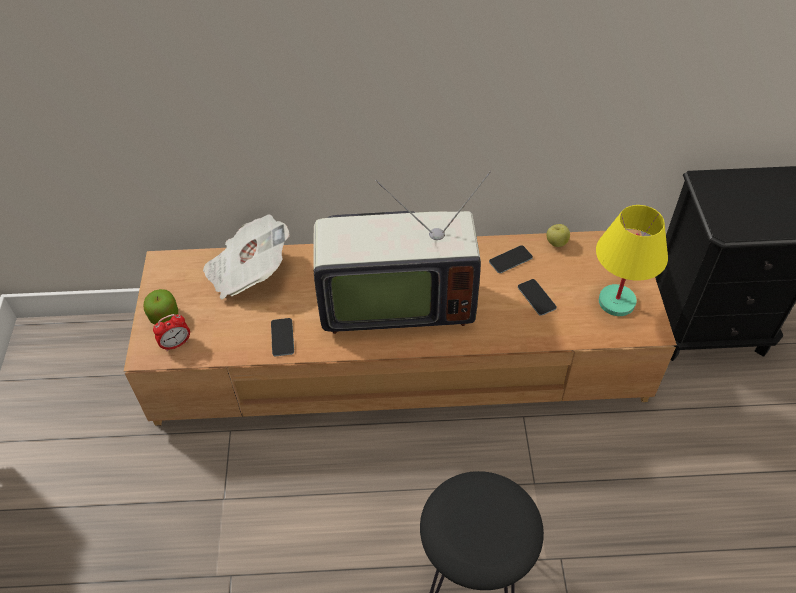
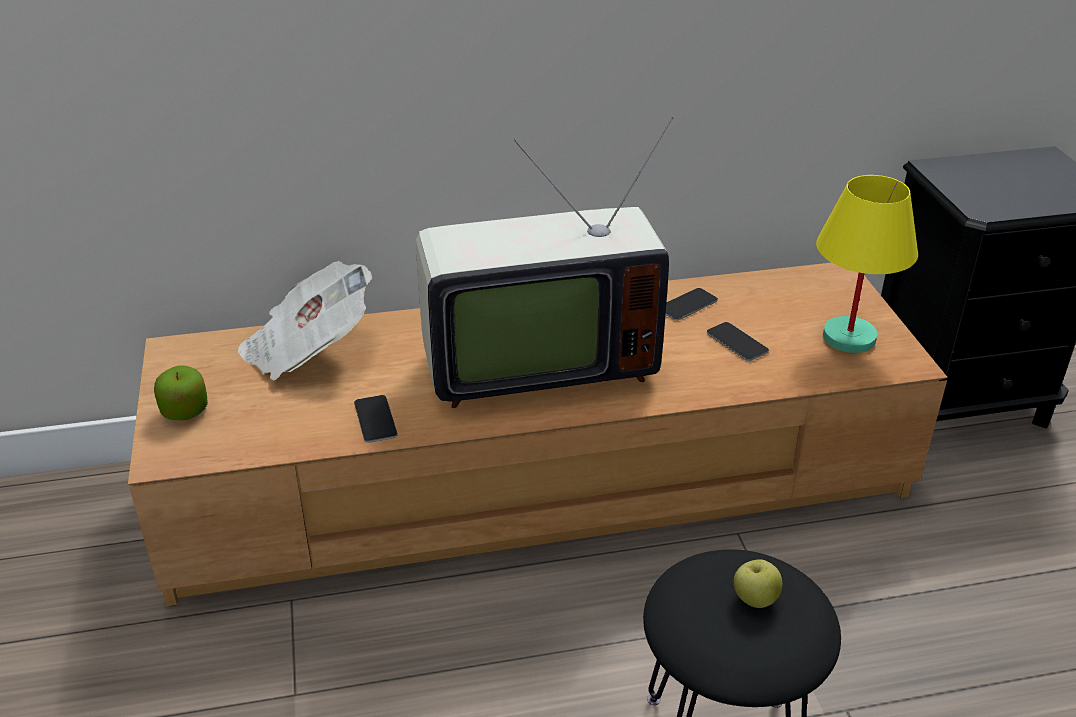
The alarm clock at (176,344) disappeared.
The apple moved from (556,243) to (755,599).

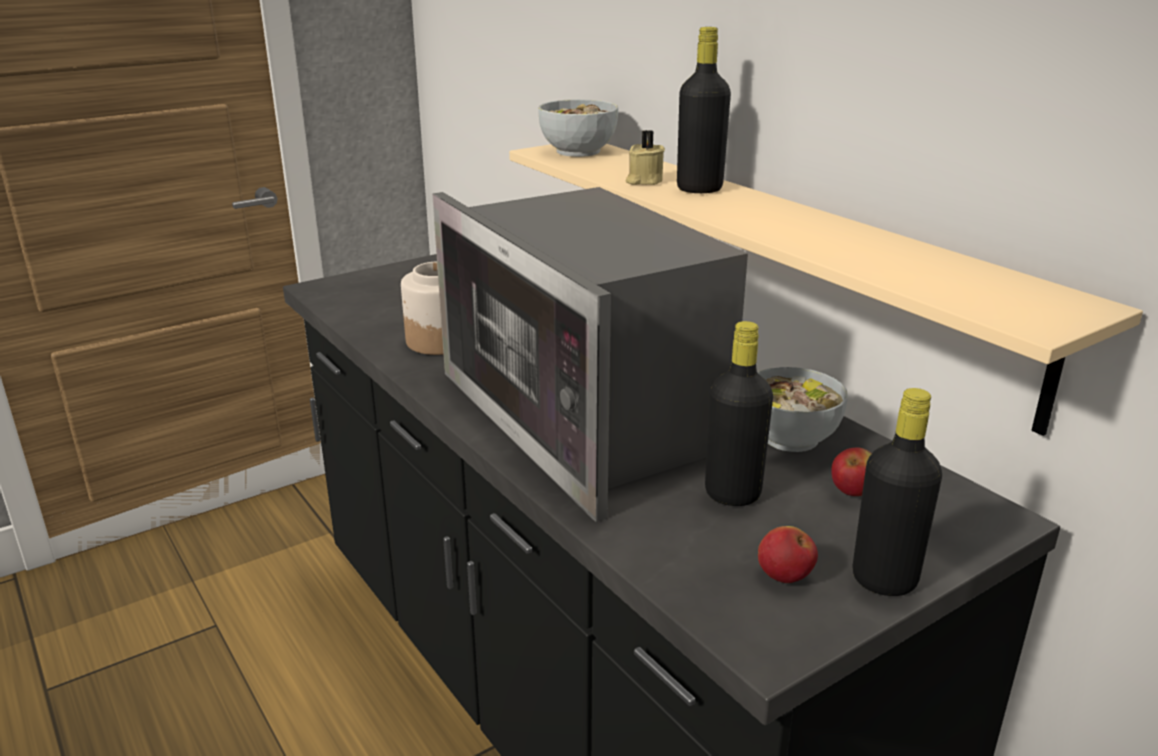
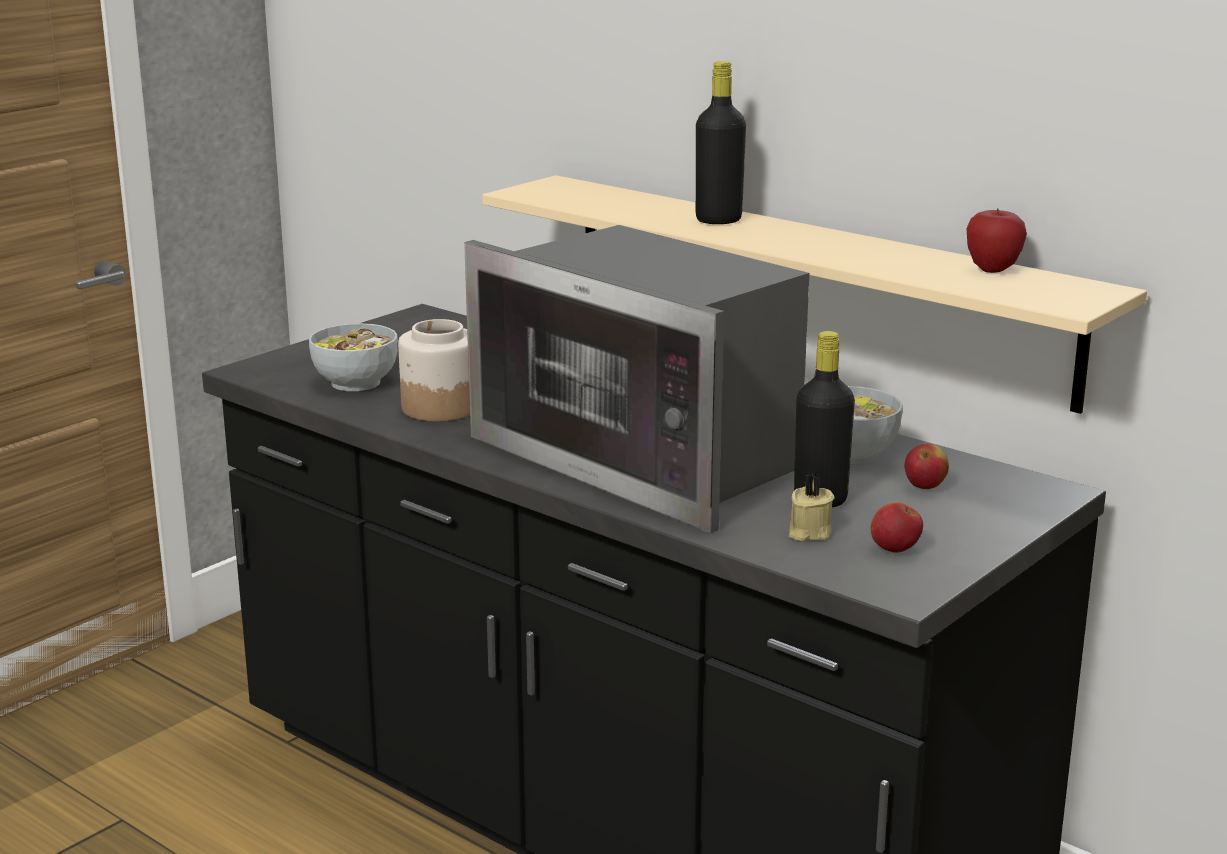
The serving bowl moved from (577,151) to (355,383).
The wax light/beige-coloured moved from (643,181) to (808,532).
The drink bottle/blackish at (884,580) disappeared.
The apple at (993,270) appeared.

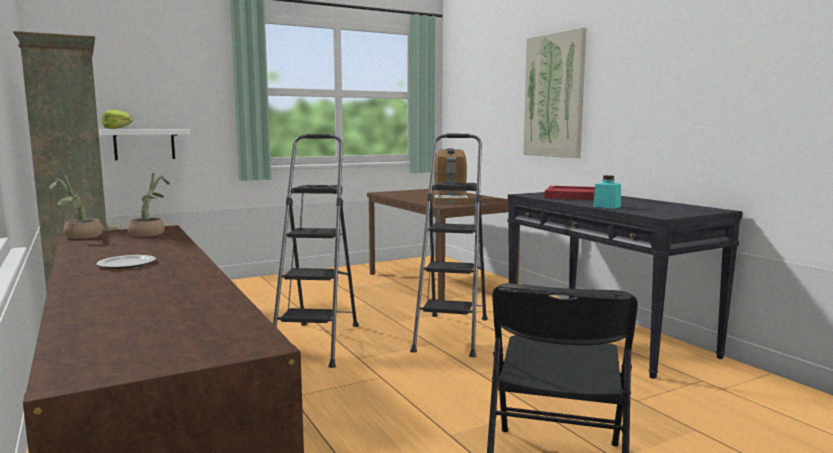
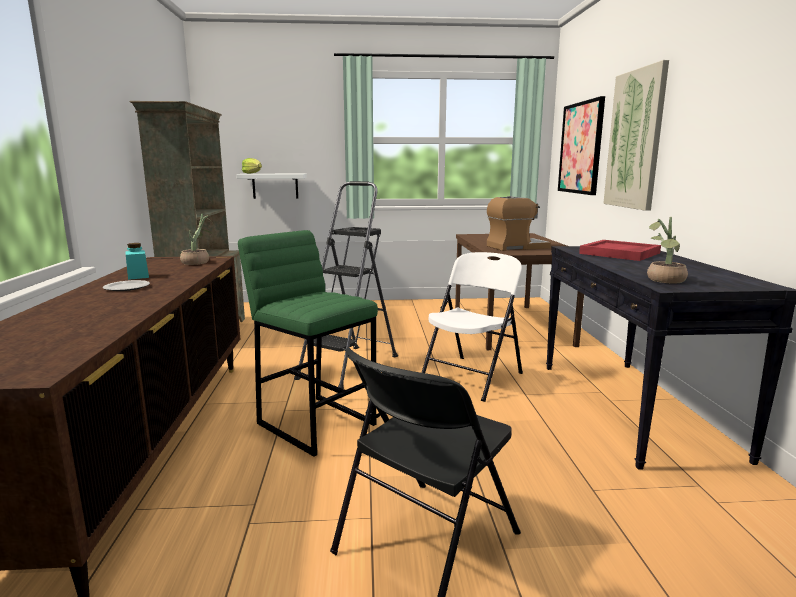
The plant in a pot moved from (79,237) to (664,280).
The step ladder at (452,333) was replaced by the chair/white at (472,377).
The coffee machine at (450,200) turned 135 degrees counterclockwise.
The jar/turquoise moved from (606,206) to (138,276).
The sitting stool/green at (314,423) appeared.
The picture at (581,148) appeared.

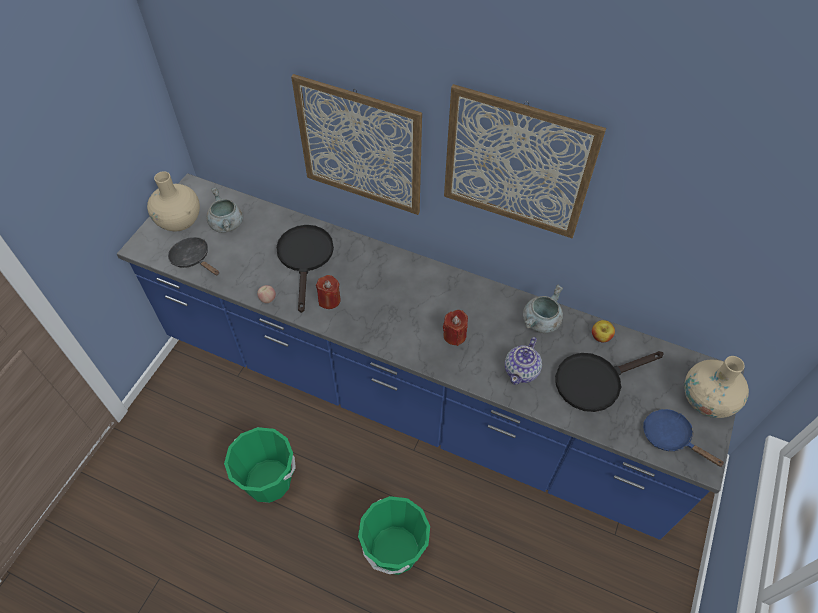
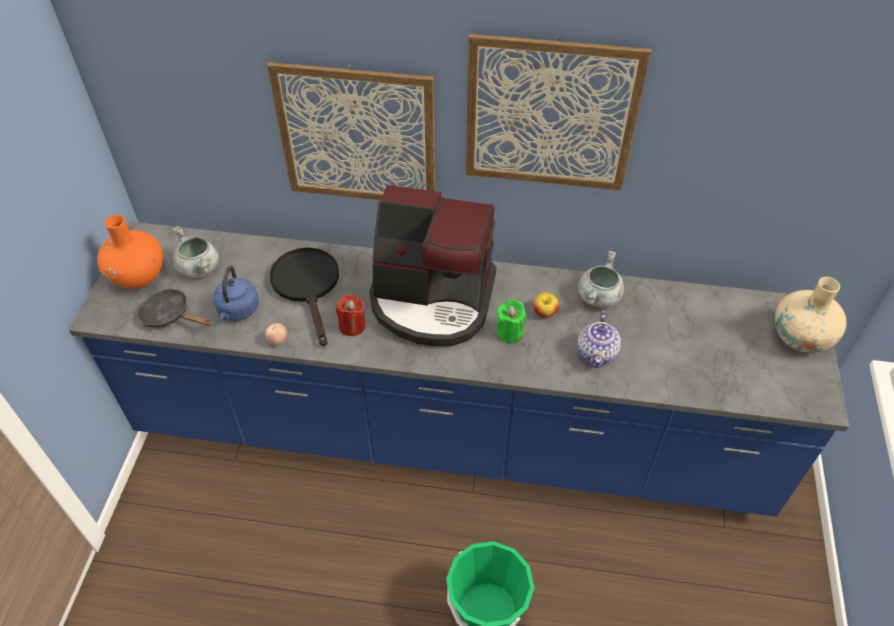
The vase/beige-coloured at (179,221) became the vase/orangey at (138,276).
The bucket/green at (268,480) disappeared.
The wax light/red-coloured at (454,335) became the wax light/green at (510,332).
The pan/blackish at (595,380) disappeared.
The apple moved from (600,336) to (544,312).
The pan/blue-coloured at (670,437) disappeared.
The kettle/blue-coloured at (238,310) appeared.
The coffee machine at (432,300) appeared.

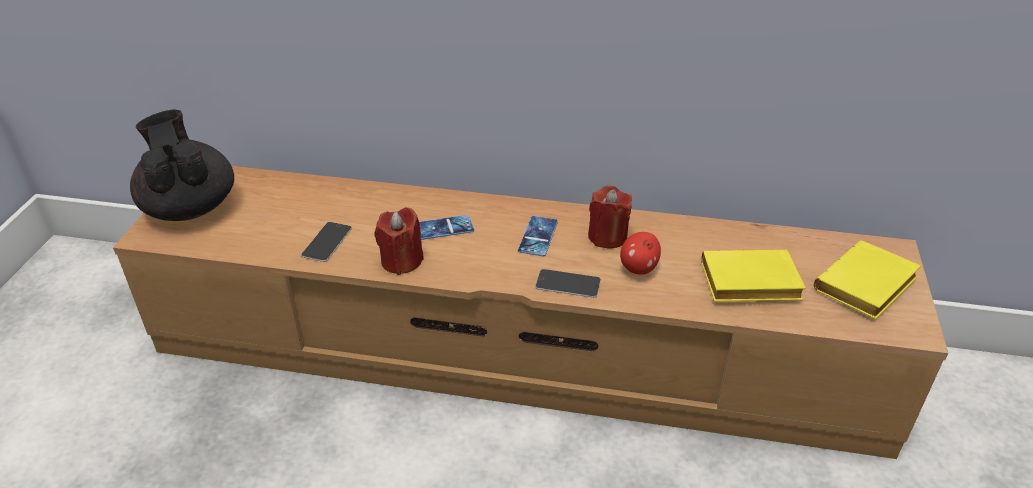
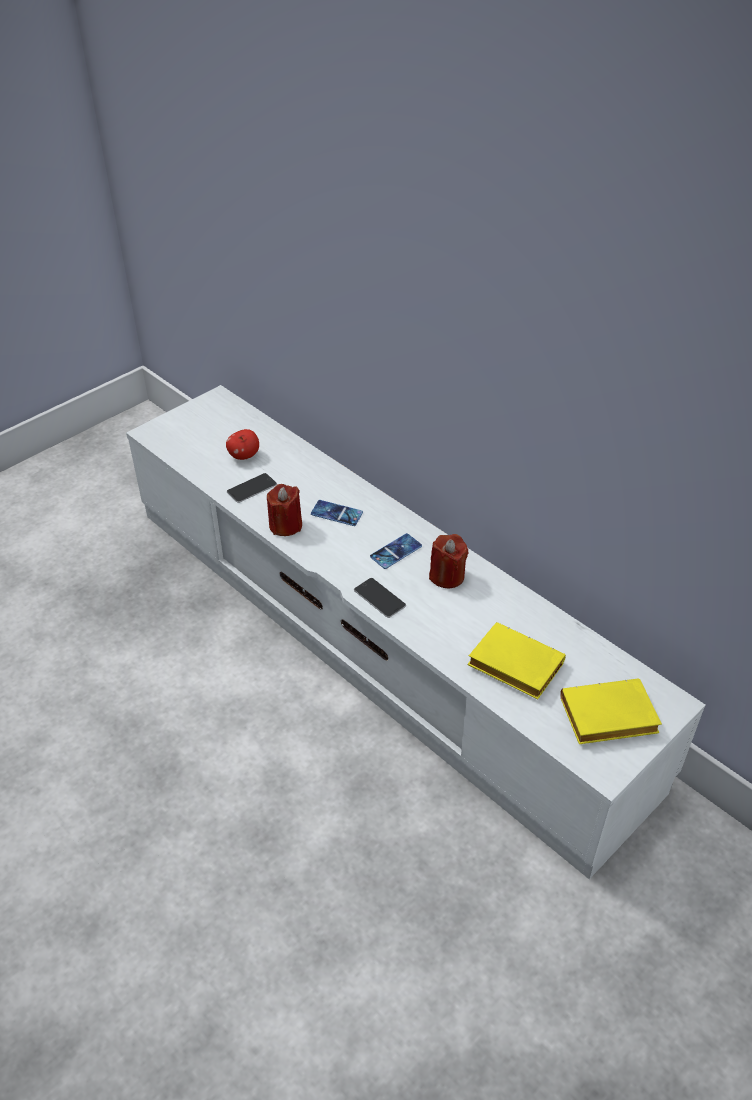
The media console/brown-coloured at (516,349) became the media console/white at (377,635).
The tea pot/blackish at (190,207) disappeared.
The apple moved from (638,268) to (244,456).

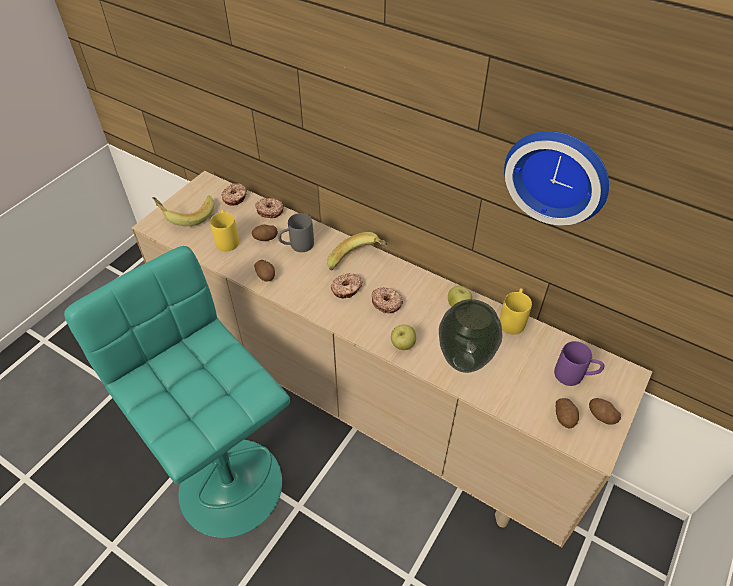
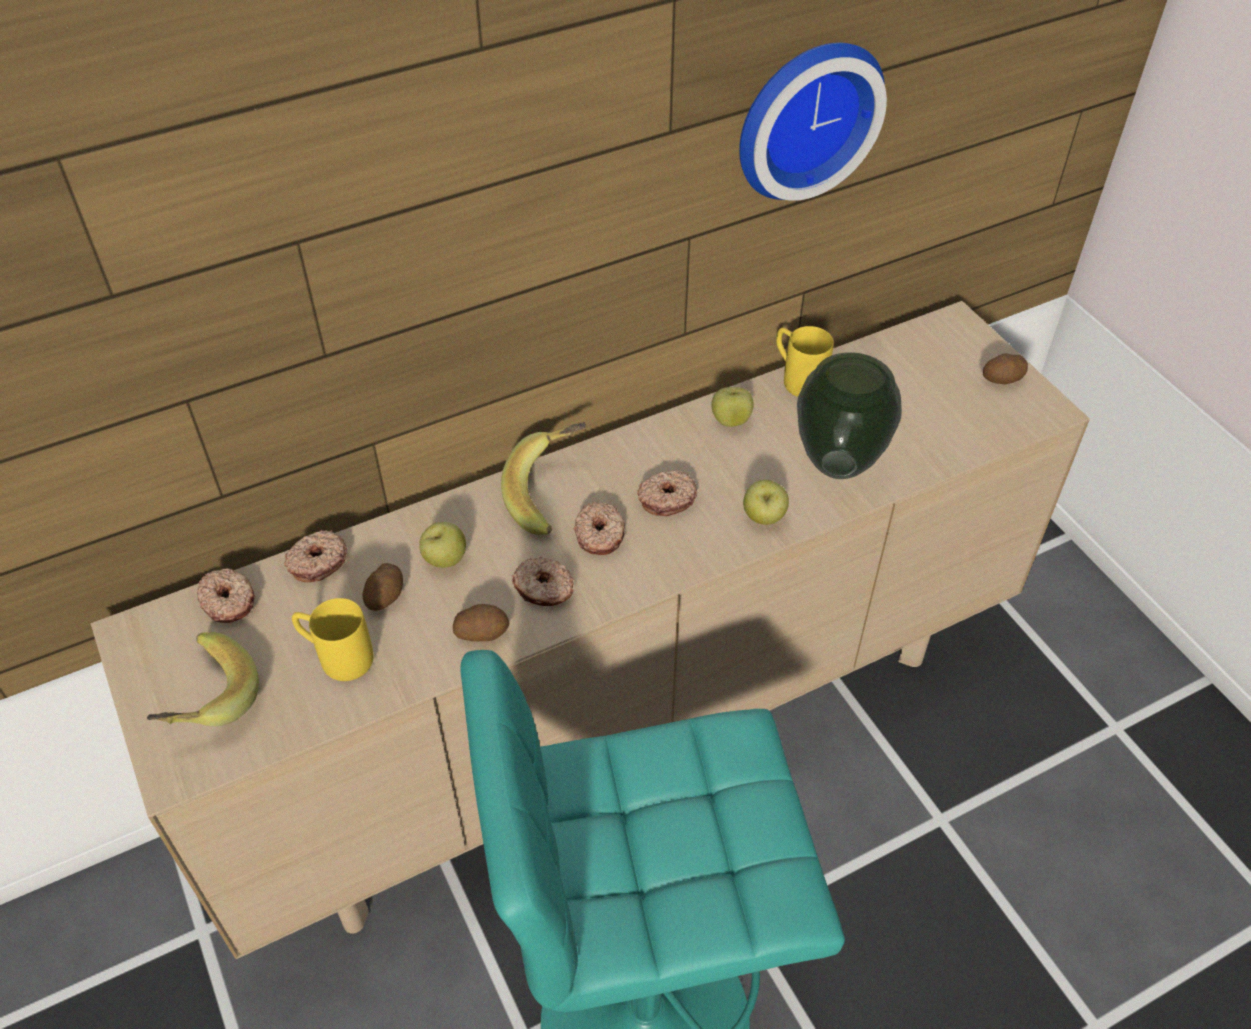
The tea mug/grey at (297,246) was replaced by the apple at (445,559).
The tea mug/purple-coloured at (575,376) disappeared.
The potato at (565,417) disappeared.
The donut at (543,589) appeared.

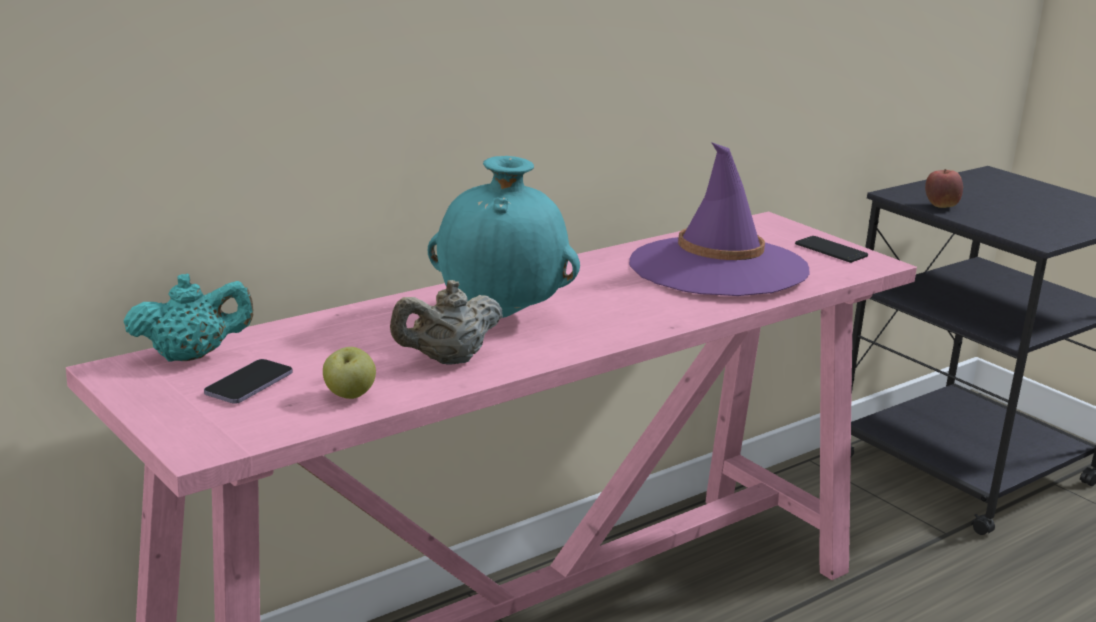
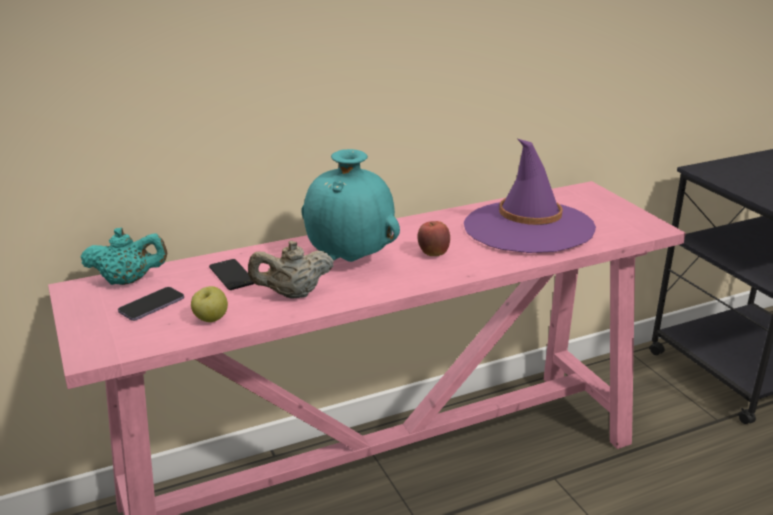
The phone moved from (831,250) to (232,275).
The apple moved from (940,206) to (433,254).

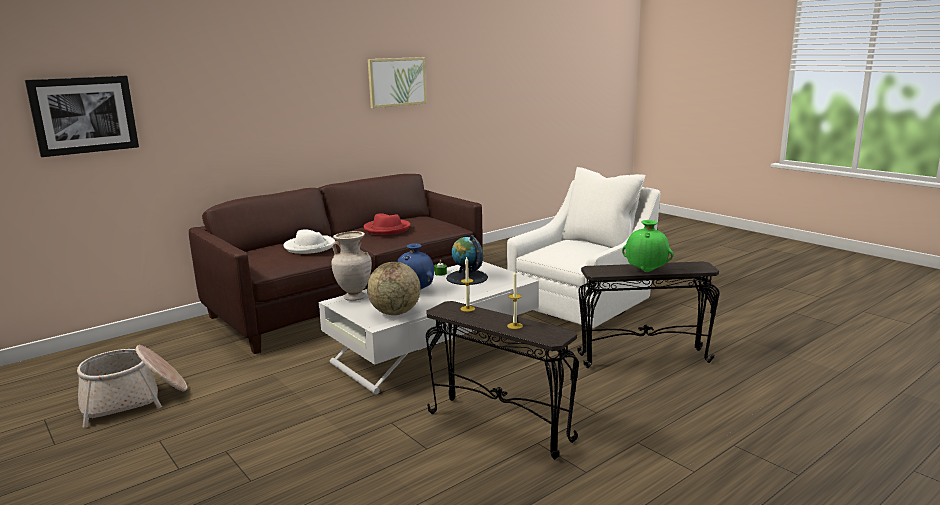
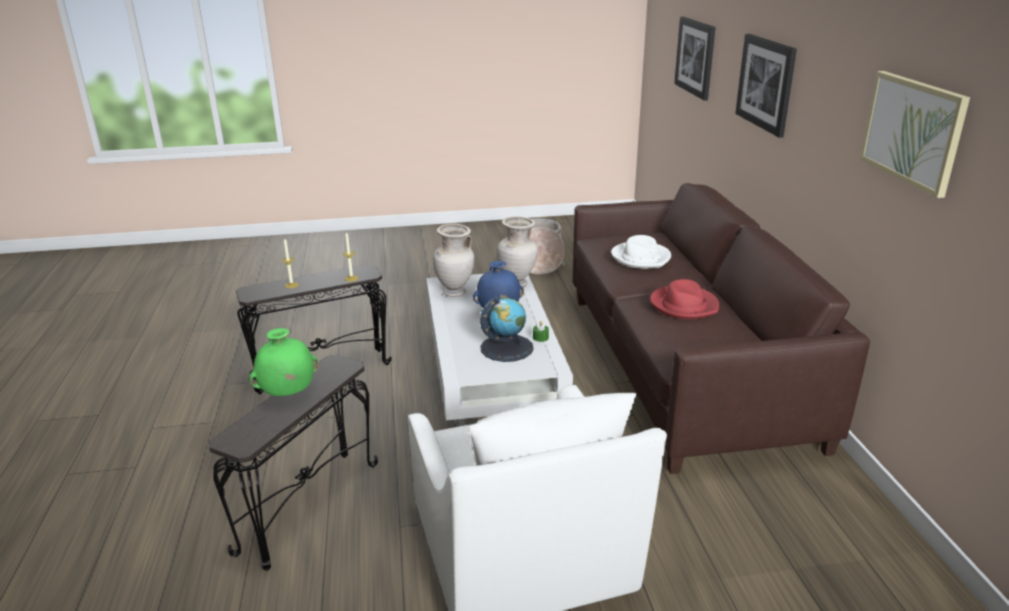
The world globe at (395,313) was replaced by the vase/beige-coloured at (455,293).
The picture at (766,83) appeared.

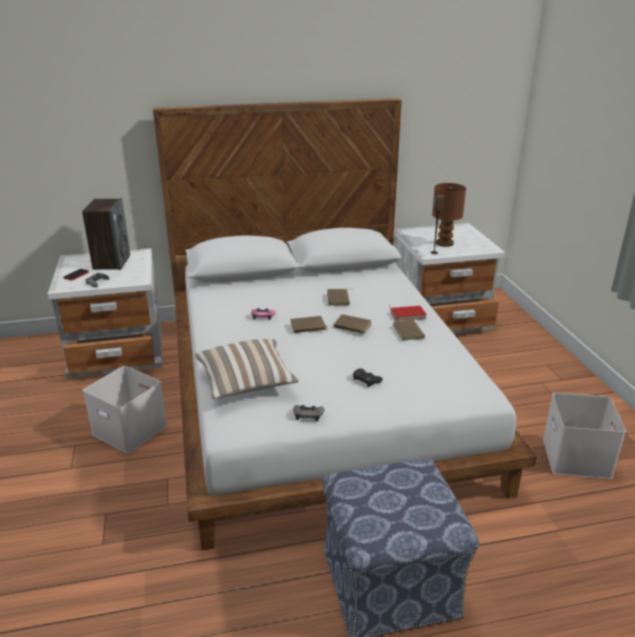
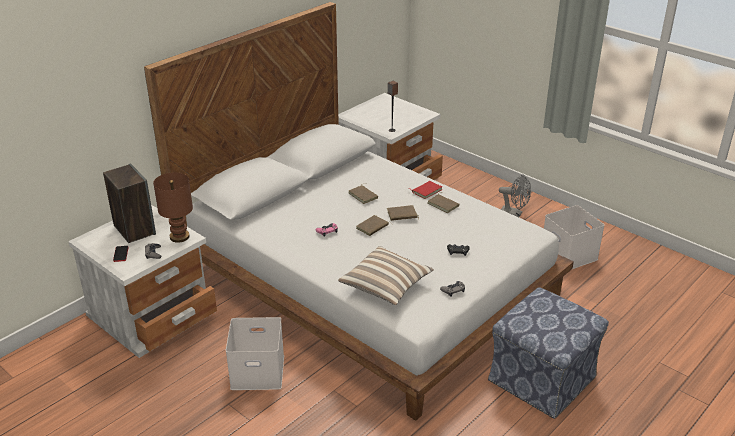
The tabletop lamp/brown-coloured moved from (444,243) to (179,236).
The cooling fan/grey at (514,214) appeared.

